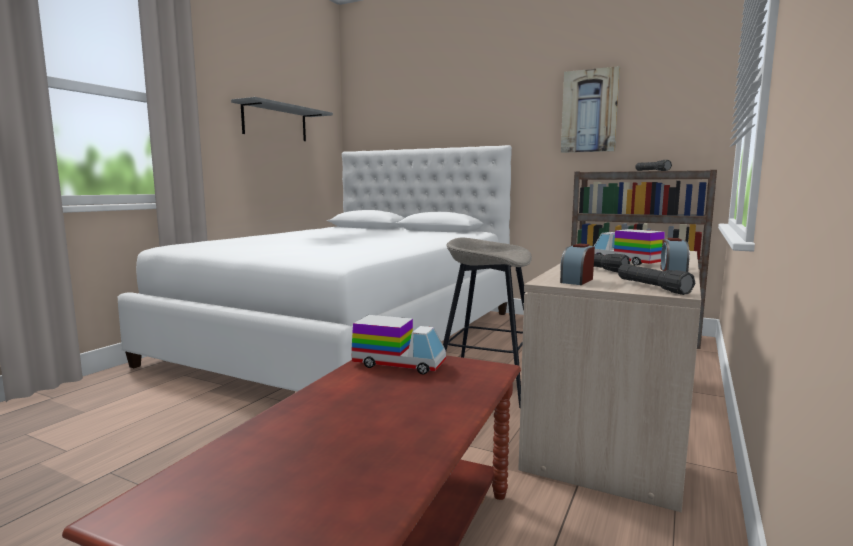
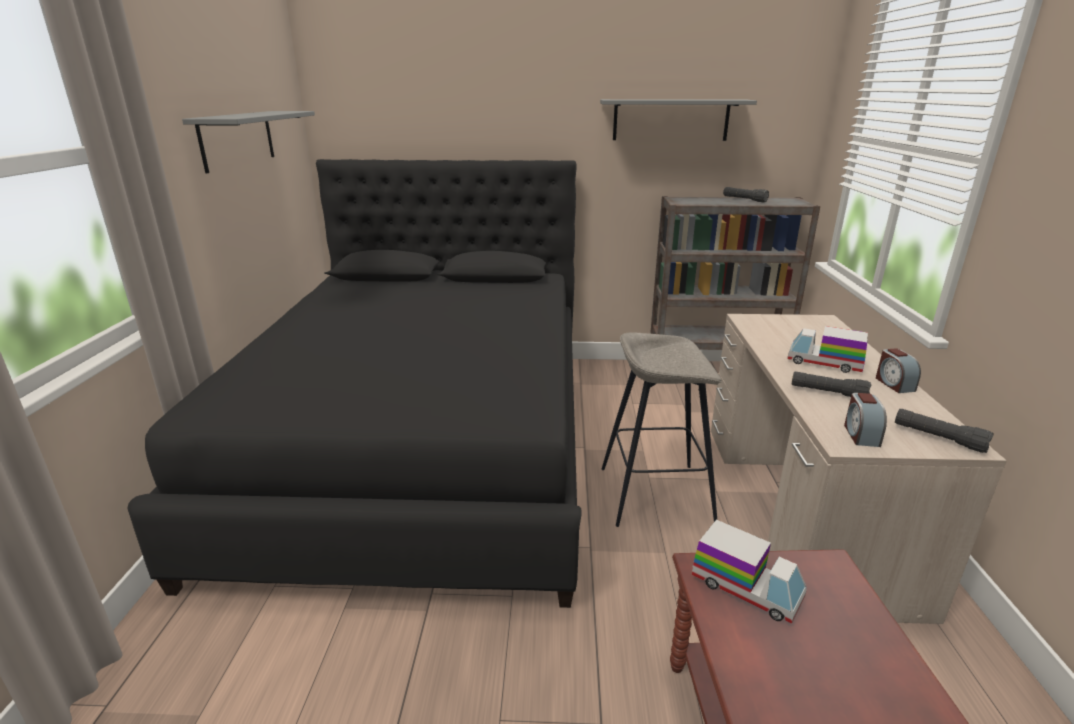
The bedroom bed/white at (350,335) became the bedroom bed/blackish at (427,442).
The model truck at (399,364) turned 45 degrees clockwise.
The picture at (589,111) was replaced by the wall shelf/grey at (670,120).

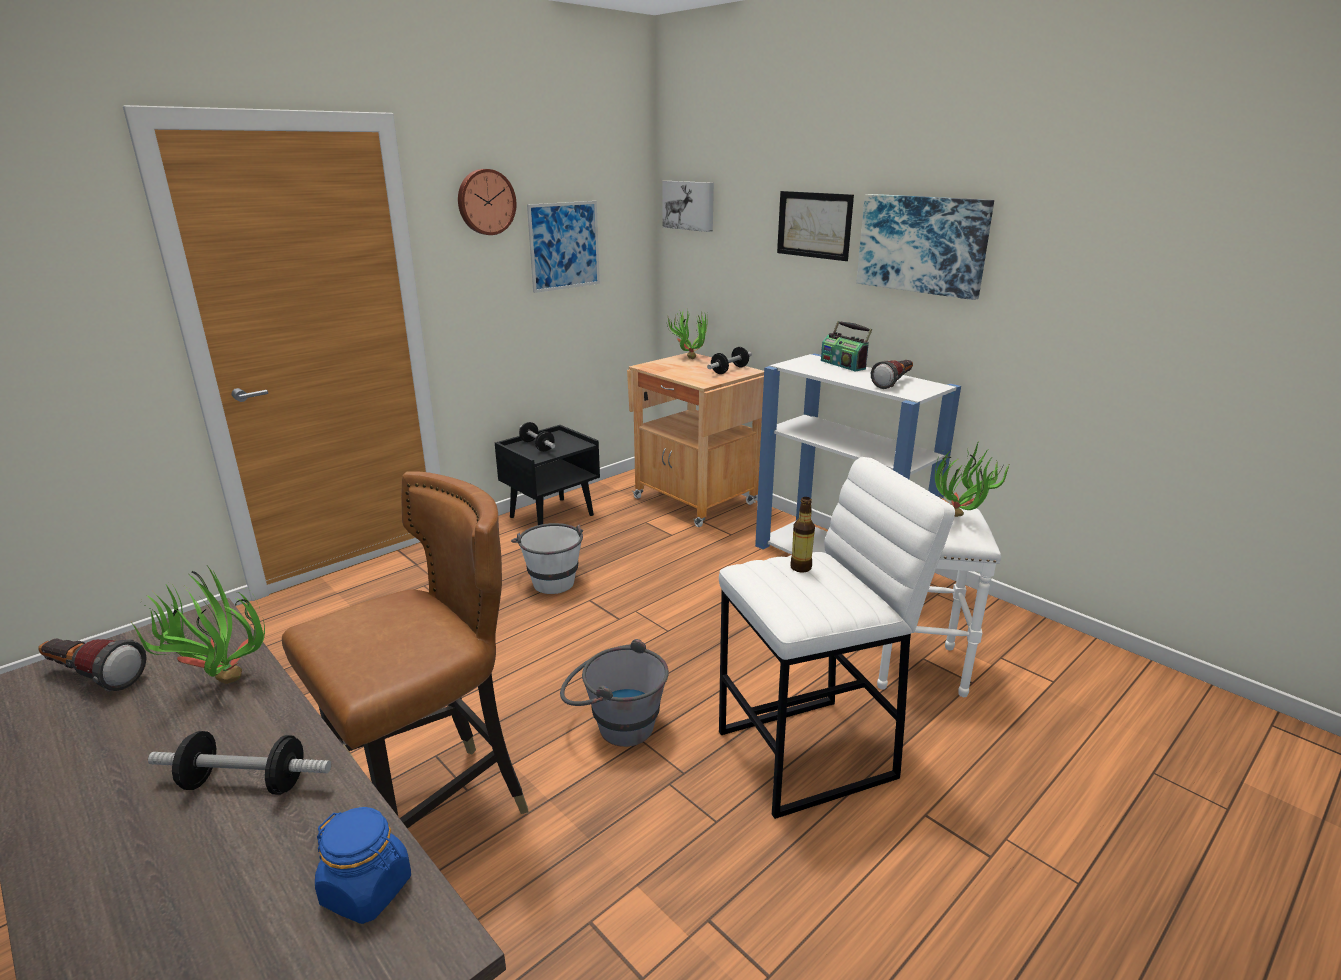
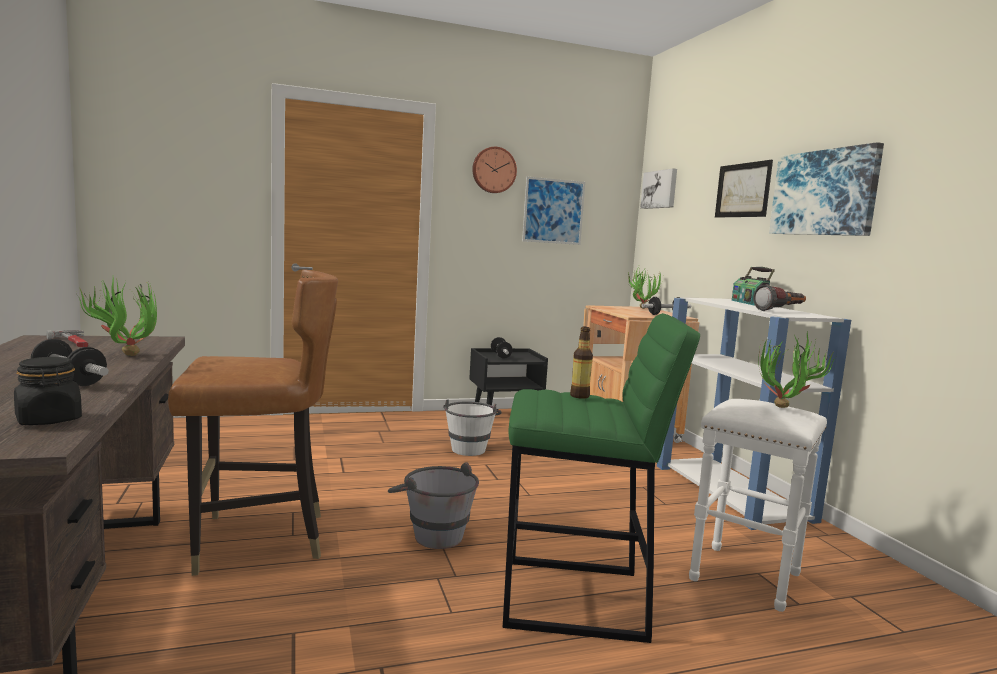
The torch at (93,677) was replaced by the hammer at (74,342).
The jar/blue-coloured at (367,890) became the jar/blackish at (49,420).
The sitting stool/white at (810,753) became the sitting stool/green at (578,598).

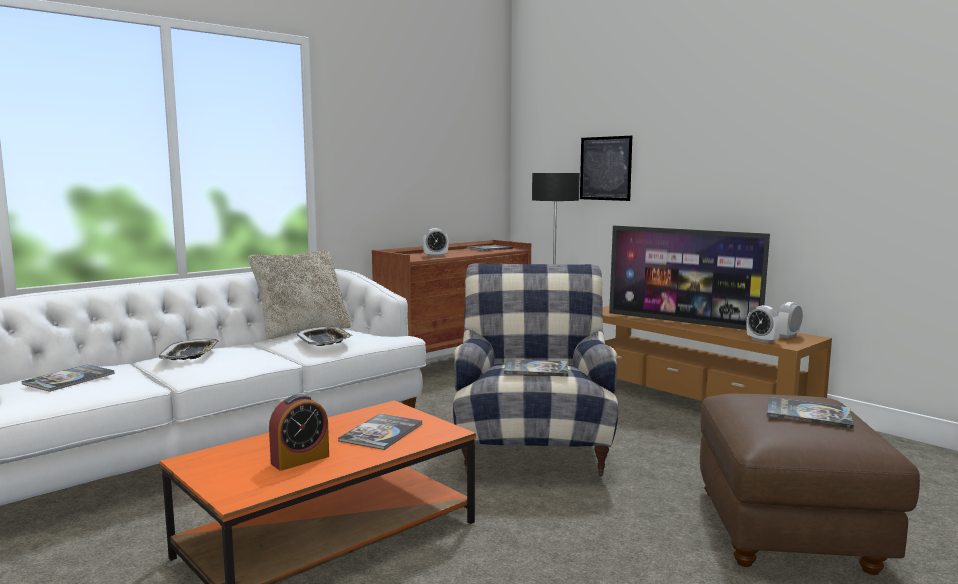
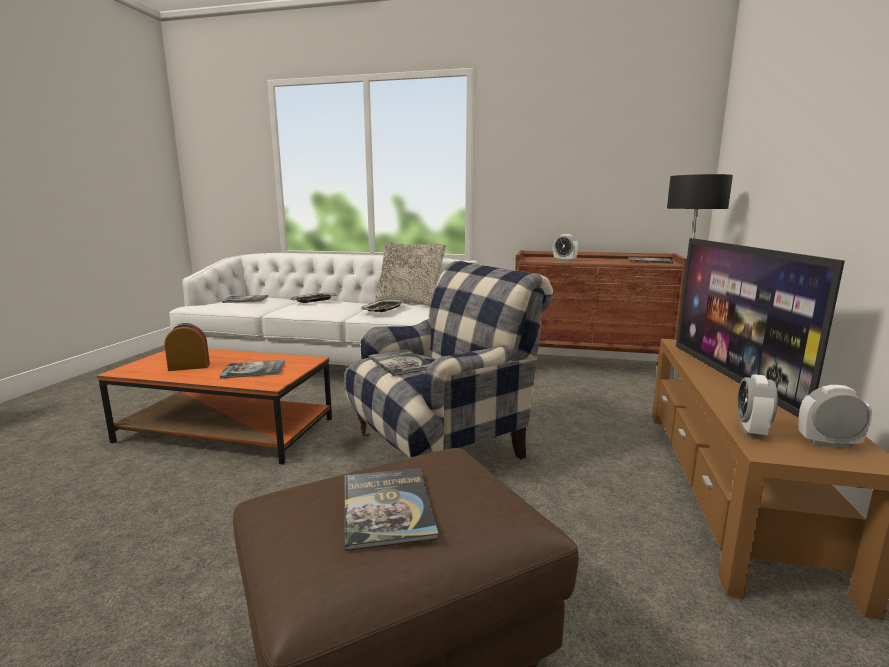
The alarm clock at (300,460) turned 150 degrees clockwise.
The picture at (605,168) disappeared.

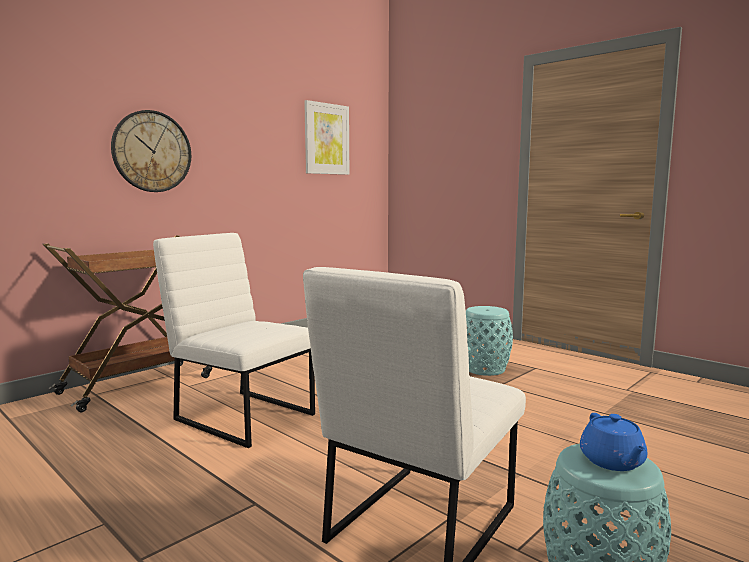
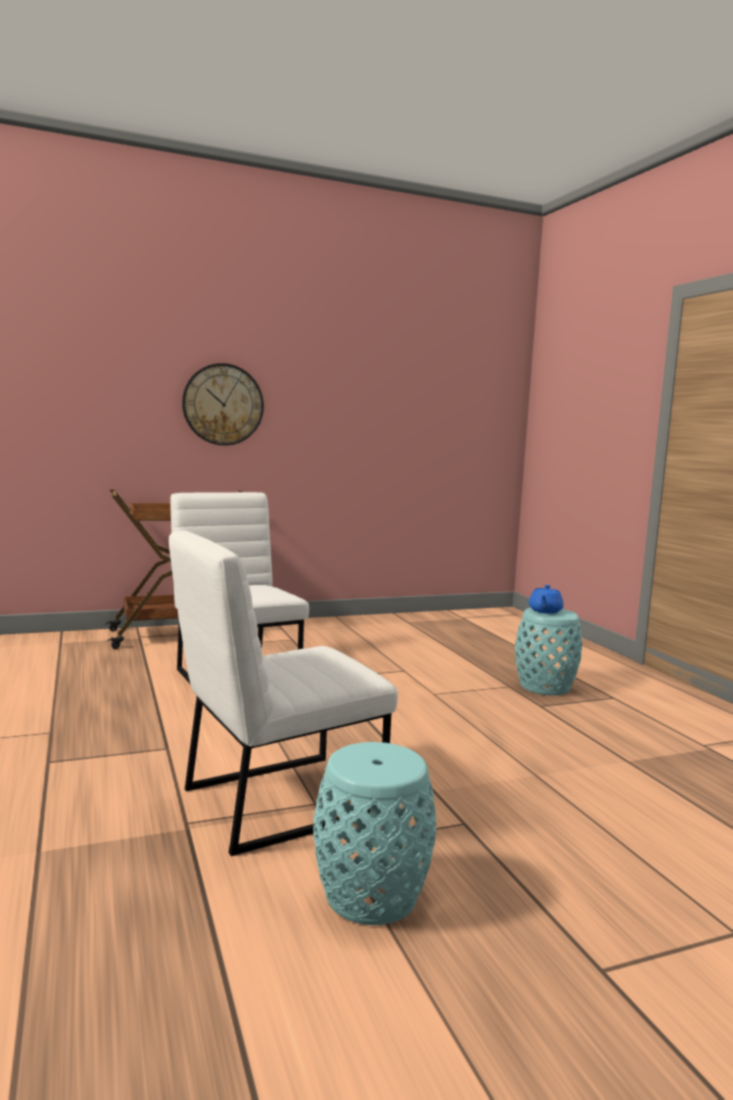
The picture at (326,139) disappeared.
The tea pot/blue-coloured moved from (612,462) to (545,611).

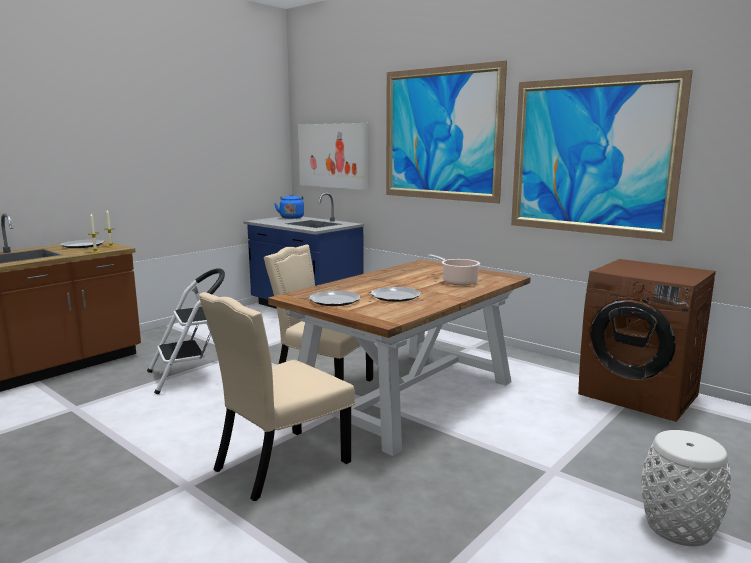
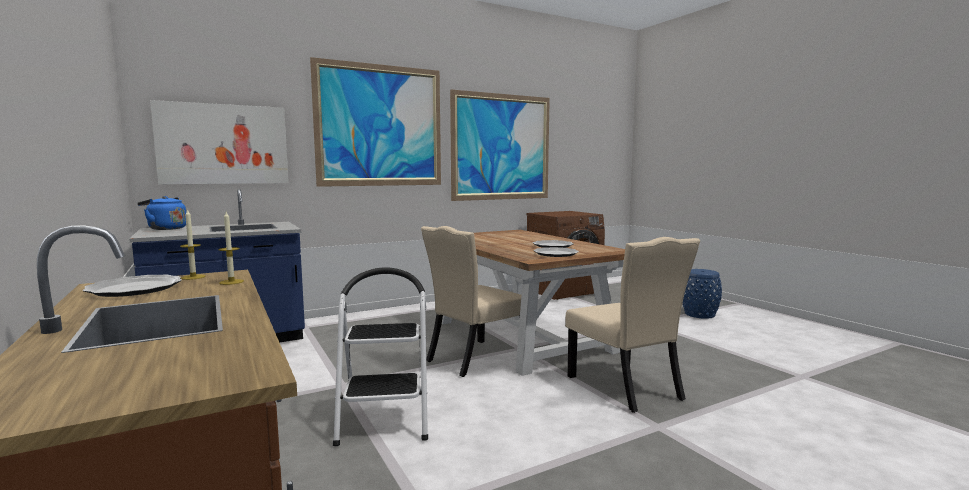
The saucepot at (457,282) disappeared.
The sitting stool/white at (678,527) became the sitting stool/blue-coloured at (700,314).

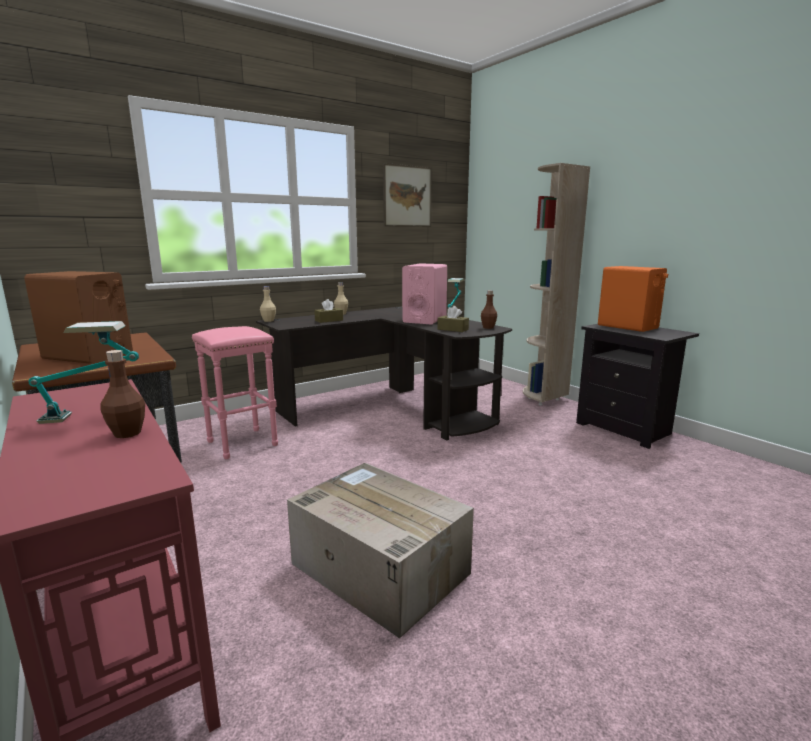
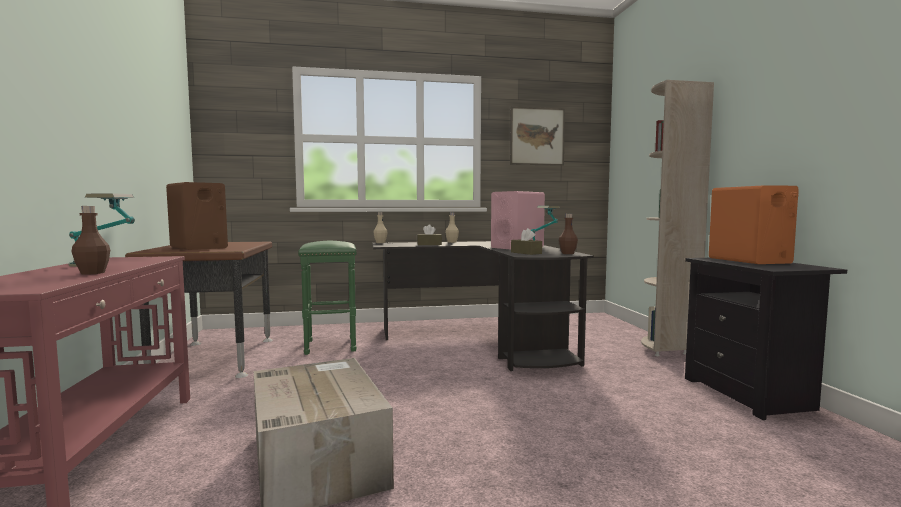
The sitting stool/pink-coloured at (244,443) became the sitting stool/green at (332,346).

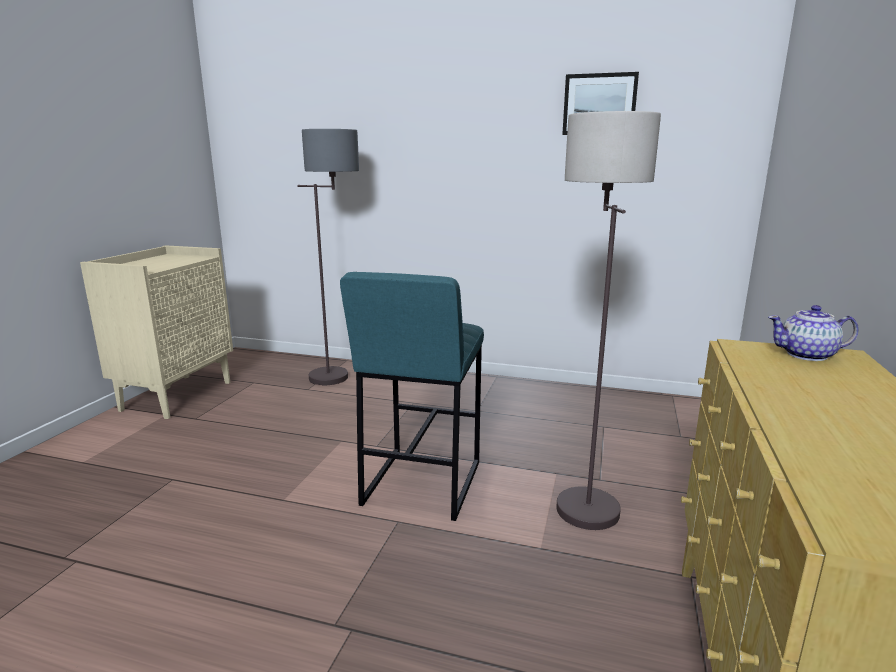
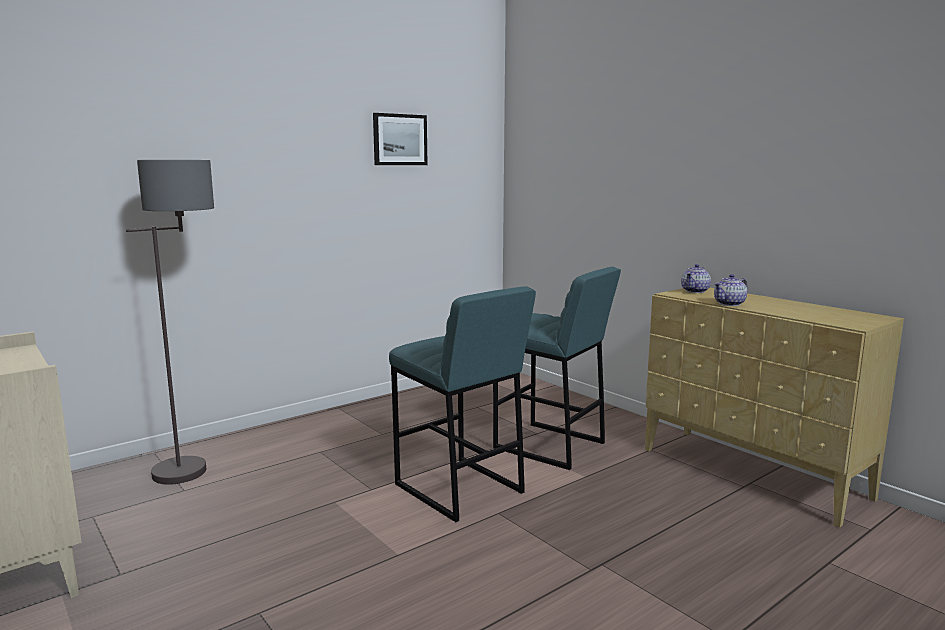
The floor lamp/grey at (583,499) was replaced by the sitting stool/turquoise at (552,446).
The tea pot at (730,304) appeared.

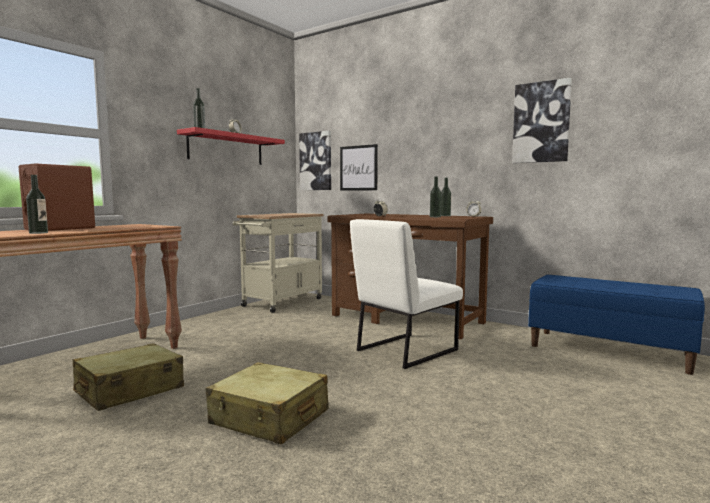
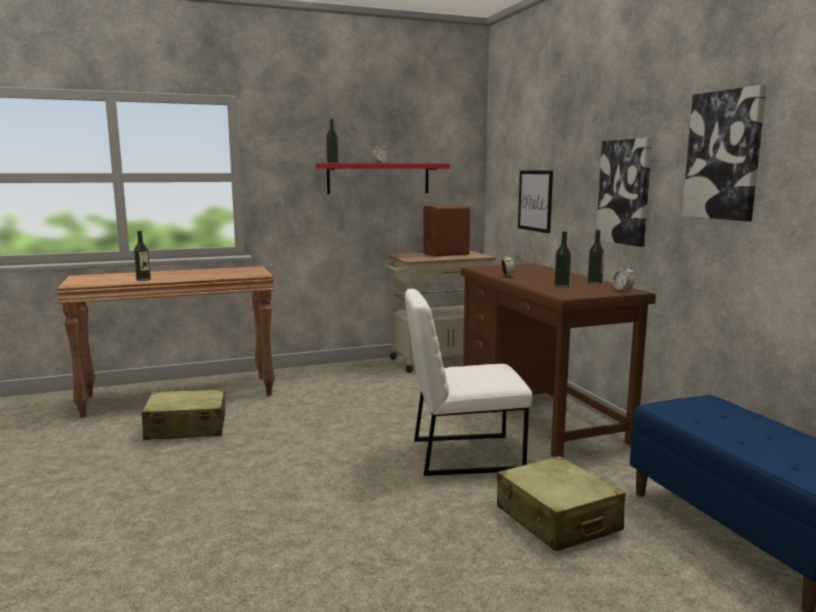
The audio speaker/brown-coloured moved from (61,229) to (446,254).
The travel case/beige-coloured moved from (269,418) to (557,519).
The picture moved from (316,161) to (625,192).

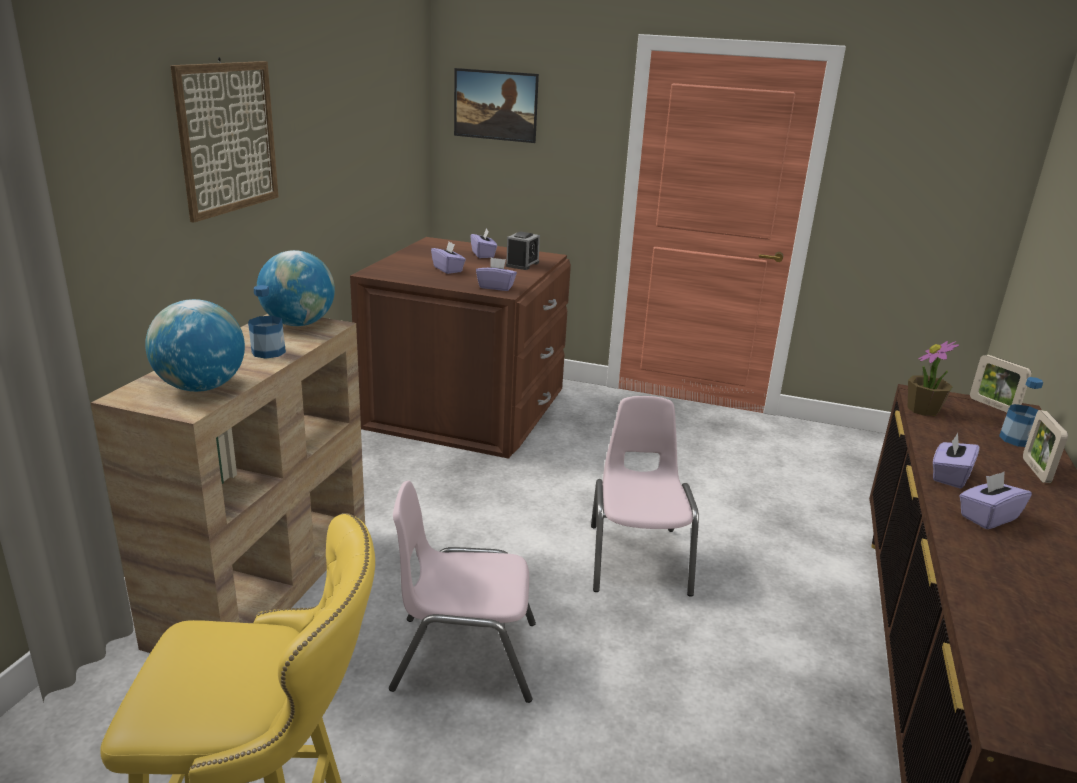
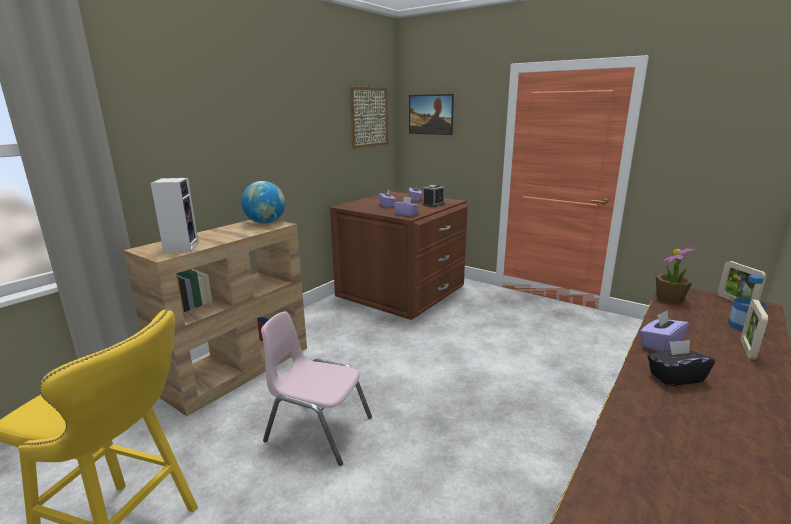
The world globe at (201,387) was replaced by the audio speaker at (181,247).
The picture moved from (227,135) to (369,116).
The drink bottle at (268,352) disappeared.
The chair/pink-coloured at (637,559) disappeared.
The tissue holder/purple-coloured at (987,517) became the tissue holder/blackish at (675,377).

